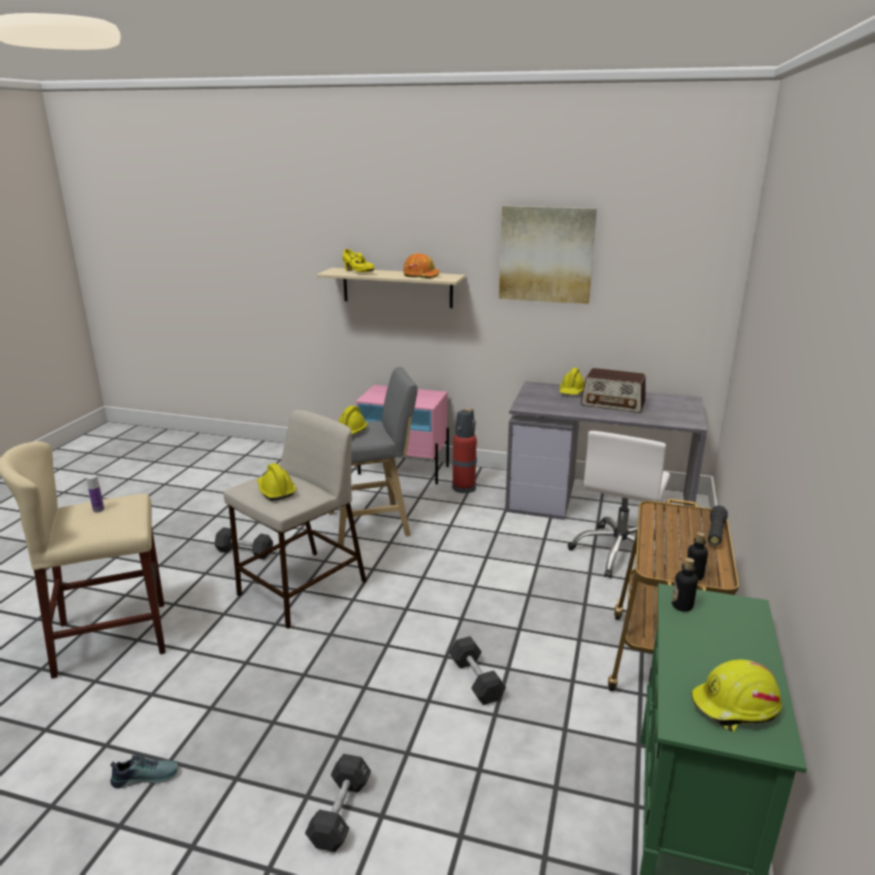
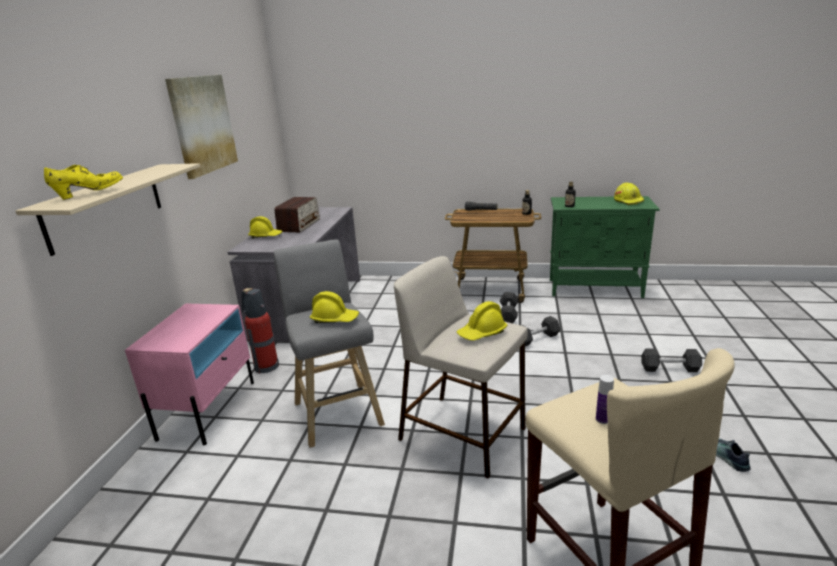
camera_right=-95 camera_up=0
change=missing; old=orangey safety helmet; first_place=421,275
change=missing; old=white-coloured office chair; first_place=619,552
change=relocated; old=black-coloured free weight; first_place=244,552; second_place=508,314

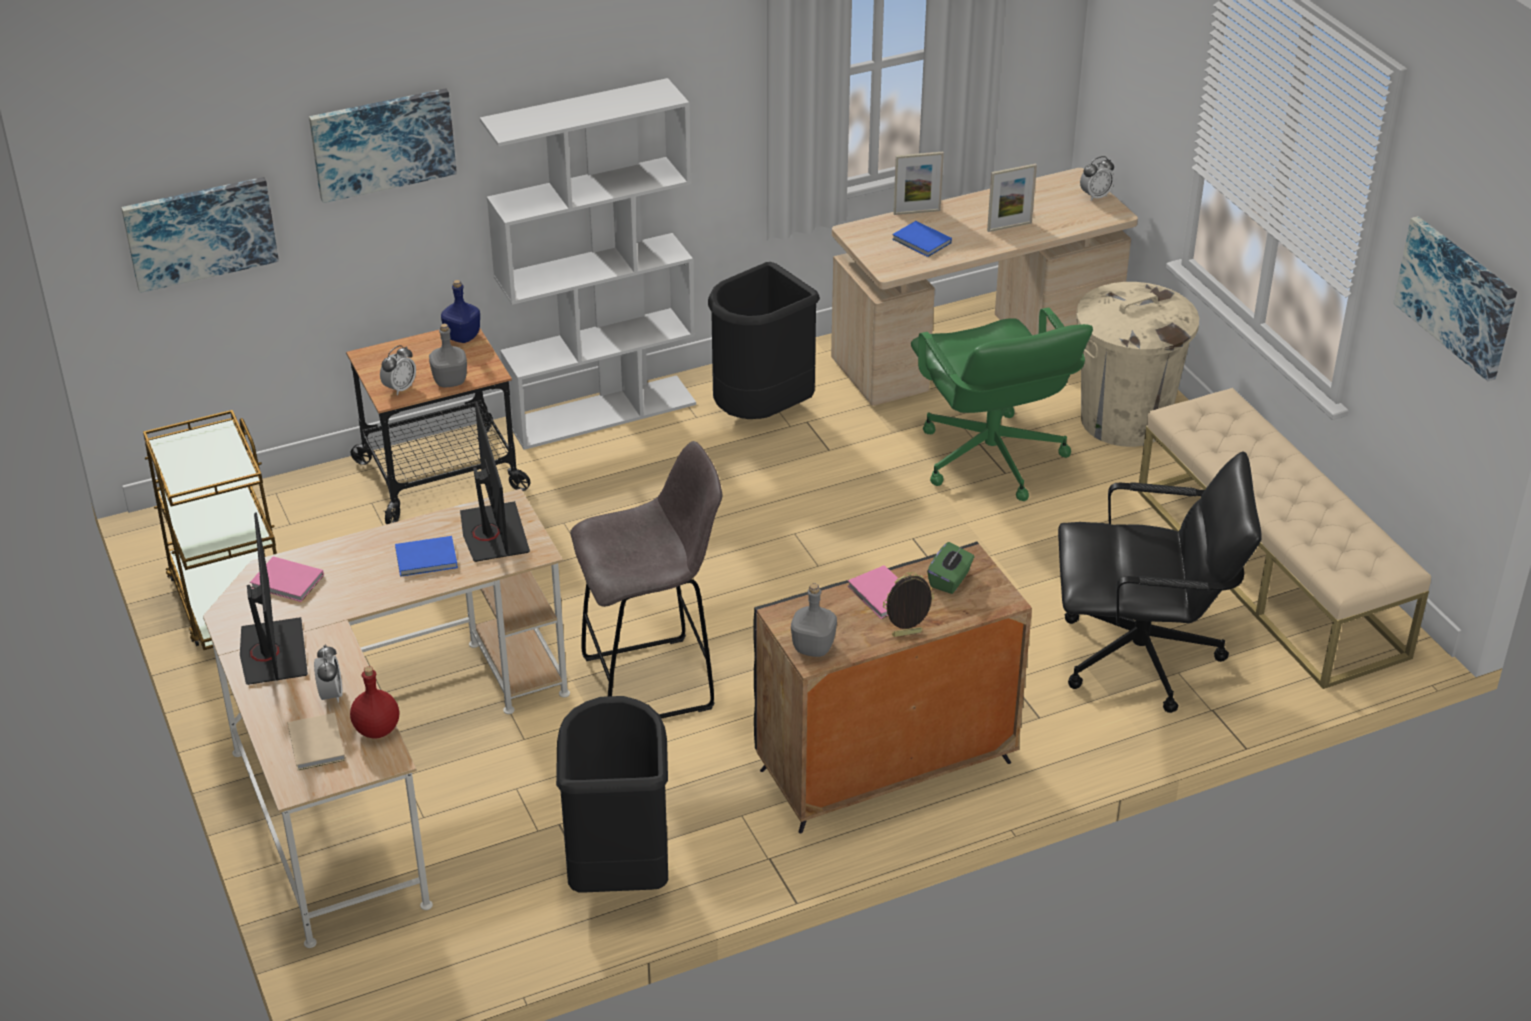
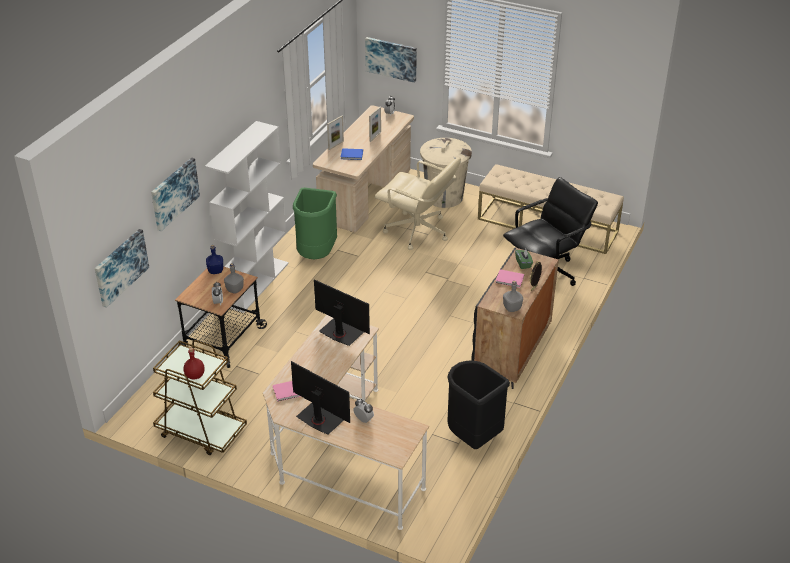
camera_right=-40 camera_up=0
change=missing; old=beige book; first_place=315,745
change=missing; old=bluish book; first_place=428,559
change=missing; old=grey stool; first_place=653,682
change=relocated; old=reddish beverage bottle; first_place=377,730; second_place=195,376
change=relocated; old=wall art; first_place=1457,296; second_place=391,59
change=colour; old=black-coloured rubbish bin; new=green-coloured rubbish bin; first_place=762,412; second_place=316,254
change=colour; old=green-coloured office chair; new=beige office chair; first_place=990,459; second_place=417,232

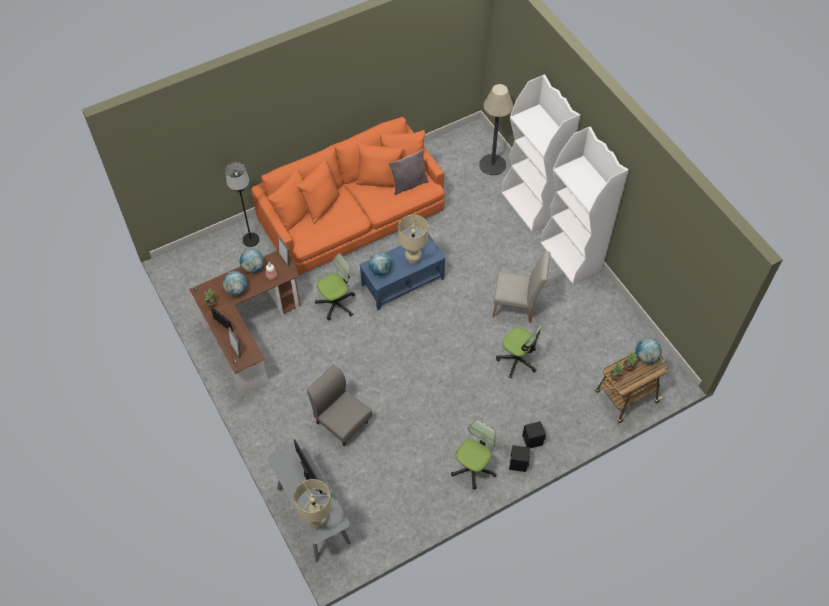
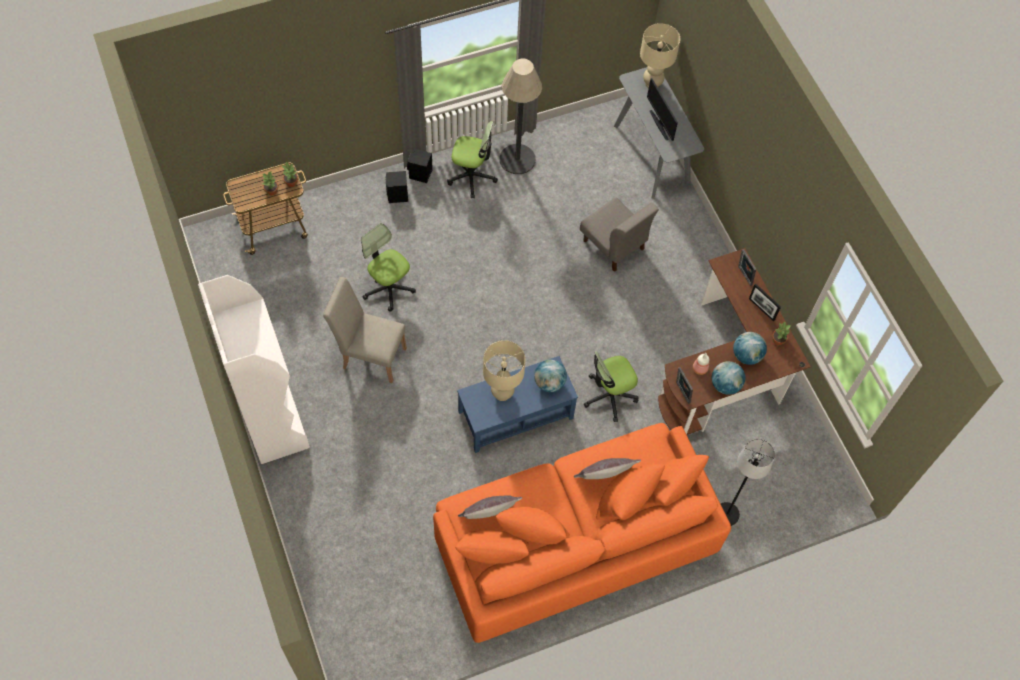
camera_right=-175 camera_up=5
change=missing; old=white-coloured bookcase; first_place=531,206
change=missing; old=desk globe; first_place=645,357
change=appeared; new=grey cushion; second_place=604,478
change=relocated; old=standing lamp; first_place=492,165; second_place=517,159
change=spun; old=office chair; first_place=473,468; second_place=472,176; degrees=-120

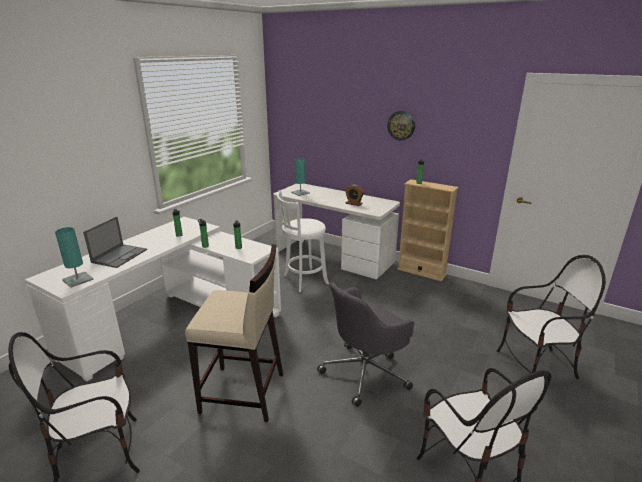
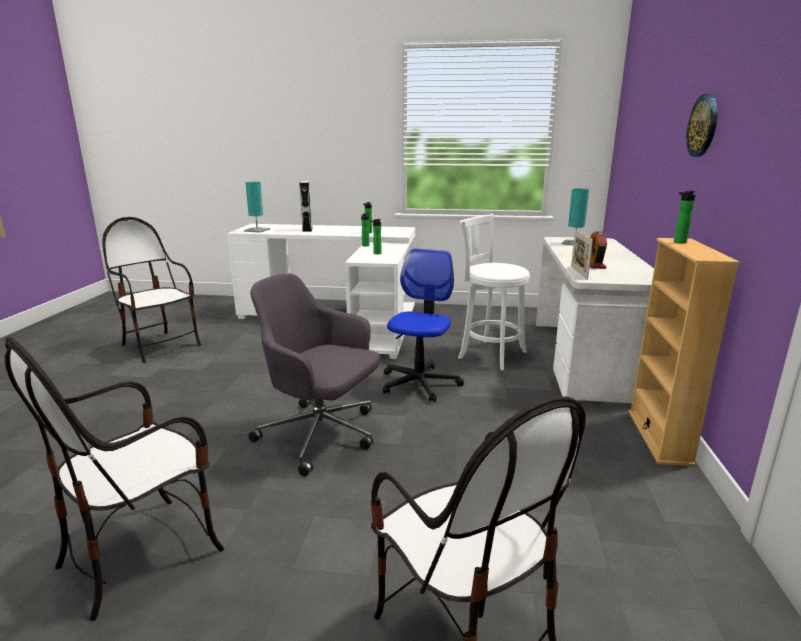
camera_right=65 camera_up=-5
change=missing; old=beige stool; first_place=243,393
change=appeared; new=office chair; second_place=419,383
change=appeared; new=standing frame; second_place=579,273
change=exchanged; old=laptop; new=grey audio speaker; first_place=120,255; second_place=307,229

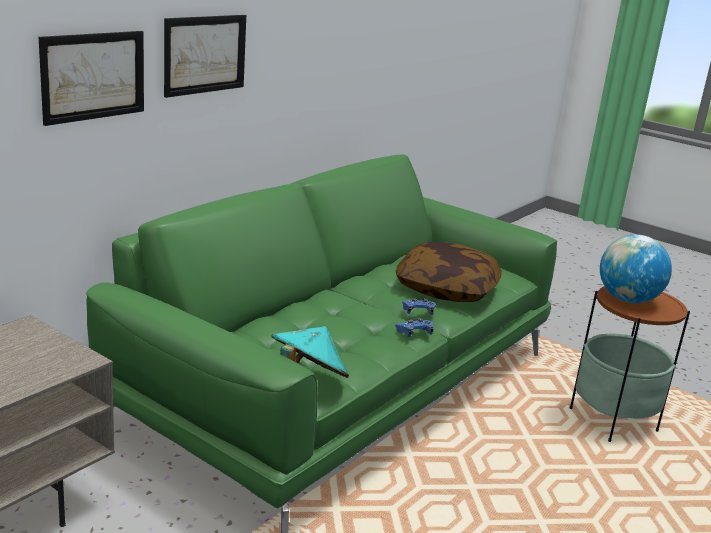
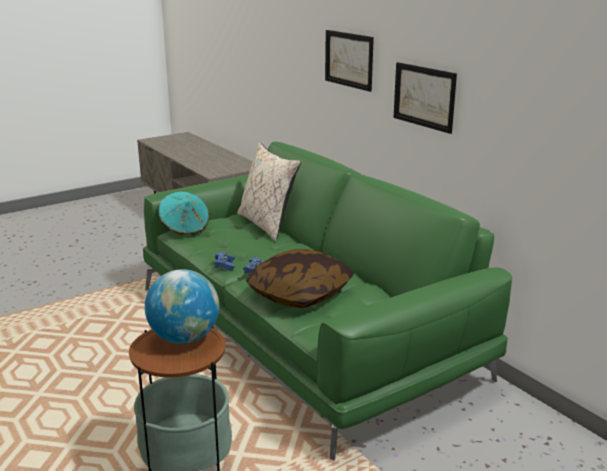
camera_right=110 camera_up=0
change=appeared; new=beige cushion; second_place=267,225
change=relocated; old=wall art; first_place=93,76; second_place=424,96

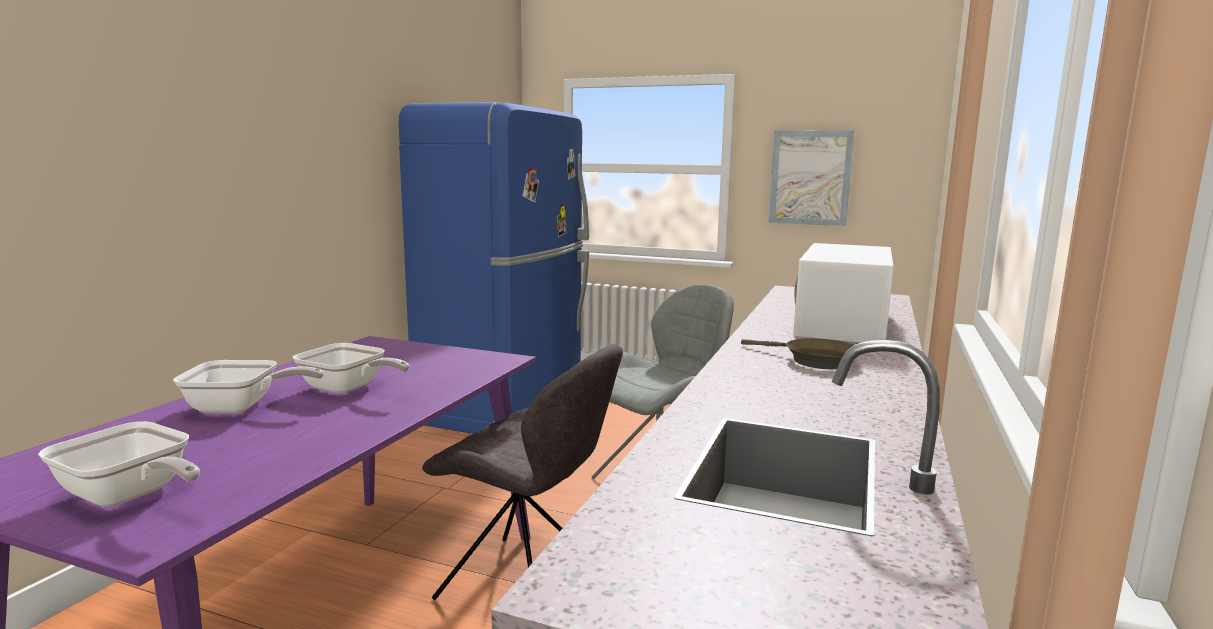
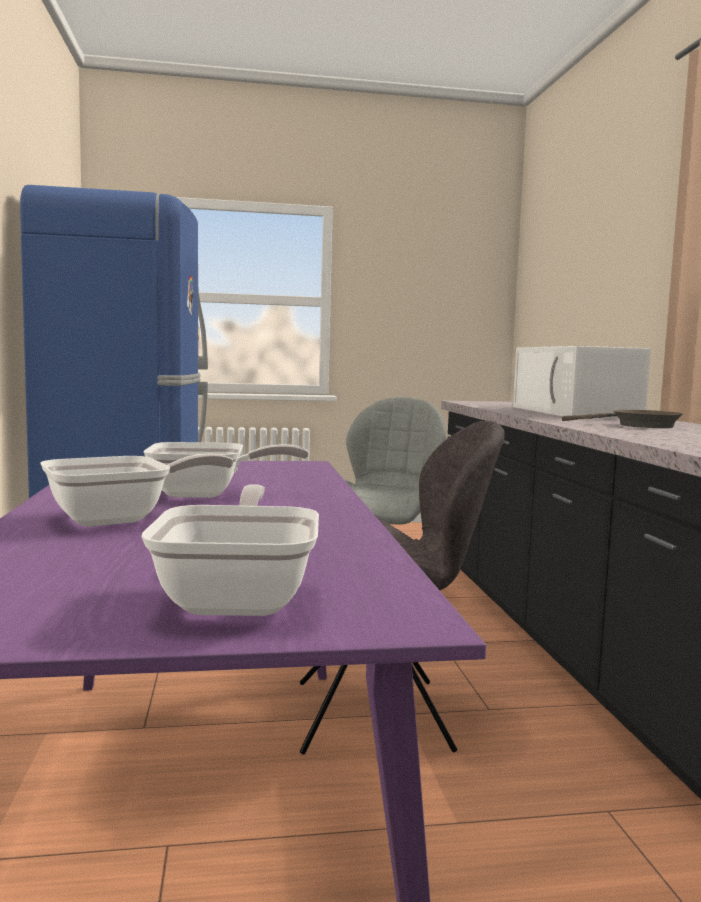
camera_right=-30 camera_up=-5
change=missing; old=wall art; first_place=810,177
change=spun; old=skillet; first_place=130,496; second_place=240,596; degrees=-90

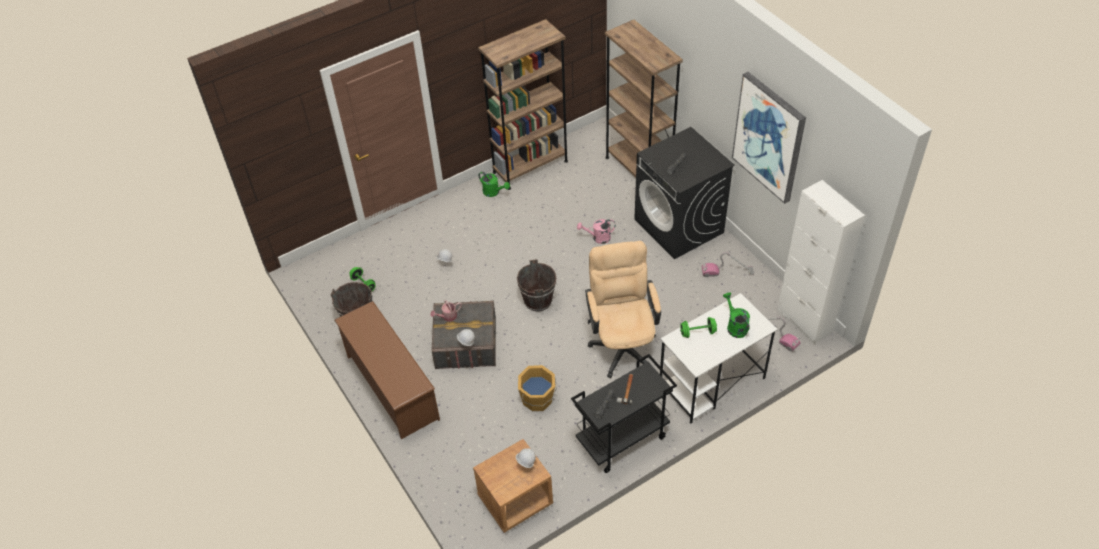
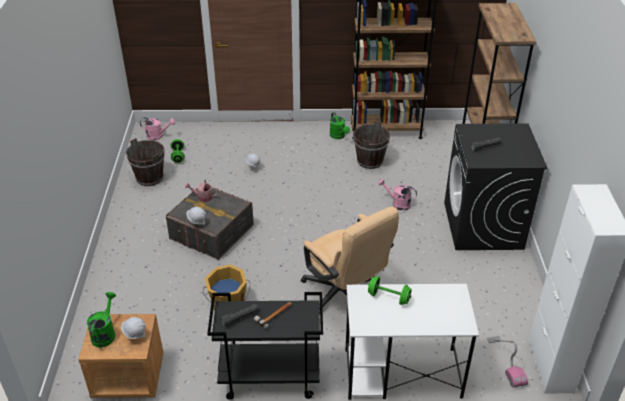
camera_right=30 camera_up=-10
change=missing; old=brownish shoe rack; first_place=391,387
change=missing; old=hoover; first_place=727,272
change=missing; old=wall art; first_place=769,137
change=appeared; new=pinkish watering pot; second_place=158,136
change=relocated; old=brownish bucket; first_place=538,301; second_place=370,161
change=relocated; old=green-coloured watering pot; first_place=735,326; second_place=105,333
change=spun; old=beige office chair; first_place=622,343; second_place=344,296; degrees=120

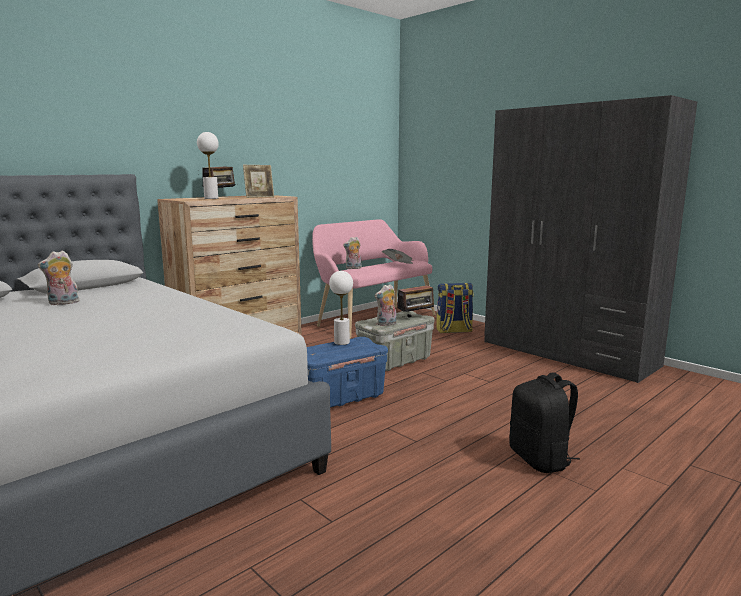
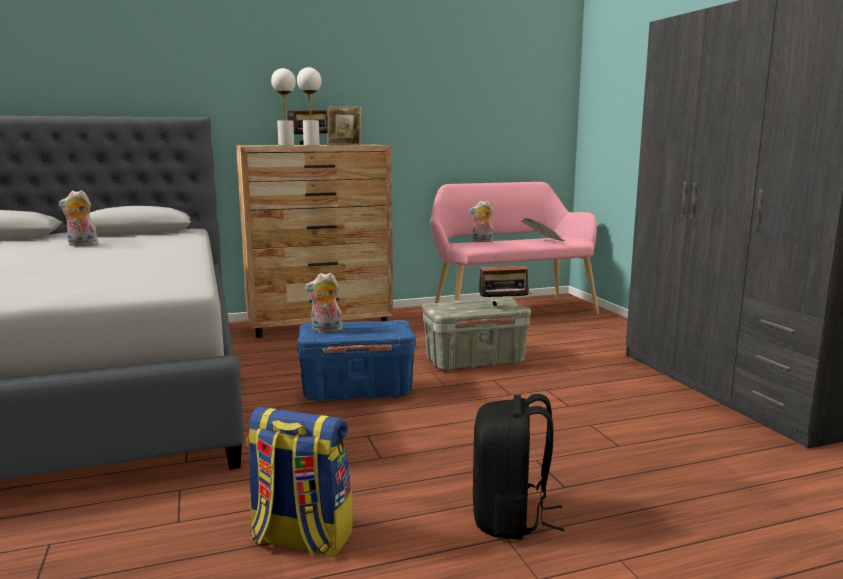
camera_right=25 camera_up=0
change=relocated; old=white-coloured table lamp; first_place=342,342; second_place=311,145
change=relocated; old=cuddly toy; first_place=386,324; second_place=325,330
change=relocated; old=rucksack; first_place=453,331; second_place=300,539

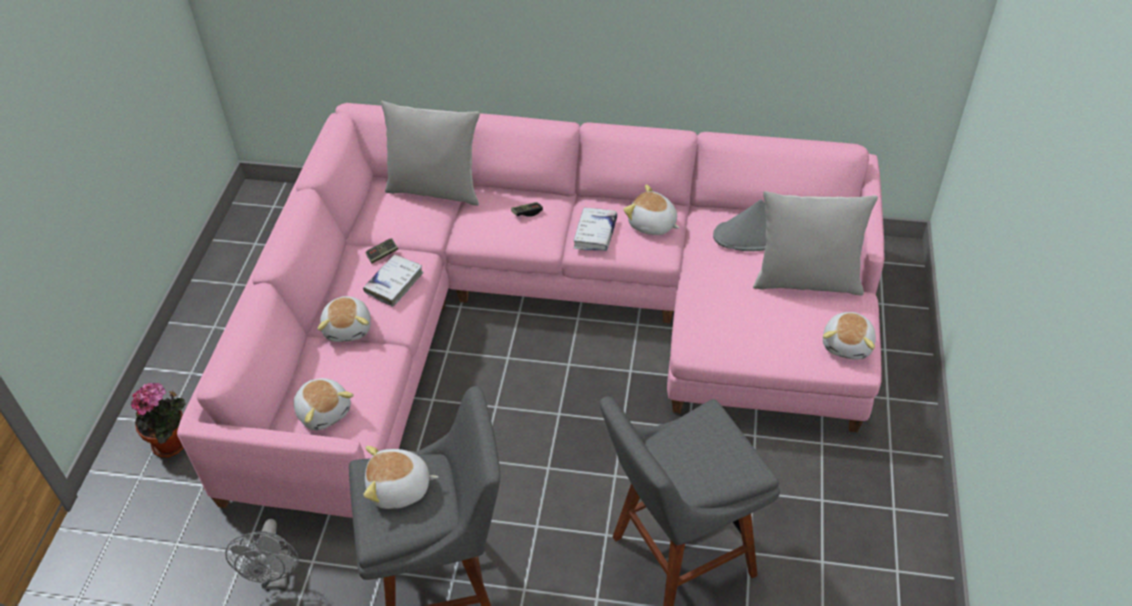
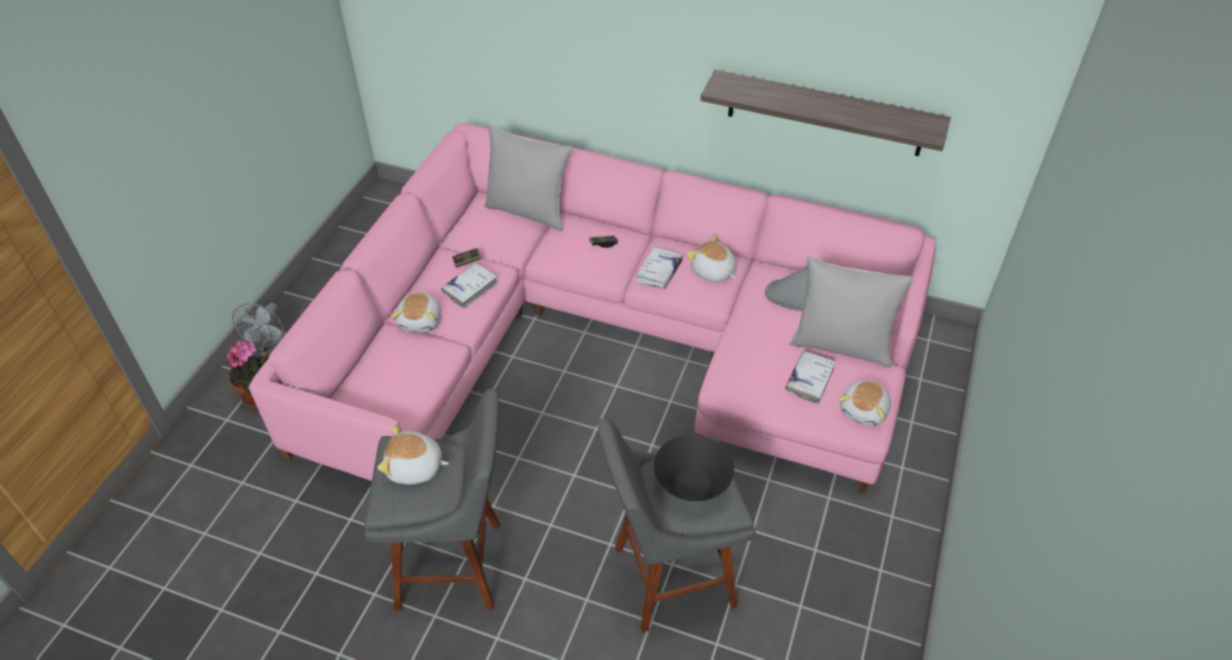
camera_right=10 camera_up=0
change=missing; old=cuddly toy; first_place=324,411
change=appeared; new=black-coloured bowl; second_place=691,485
change=appeared; new=wall shelf; second_place=825,114
change=appeared; new=white-coloured book; second_place=809,380
change=relocated; old=grey electric fan; first_place=276,577; second_place=272,349

